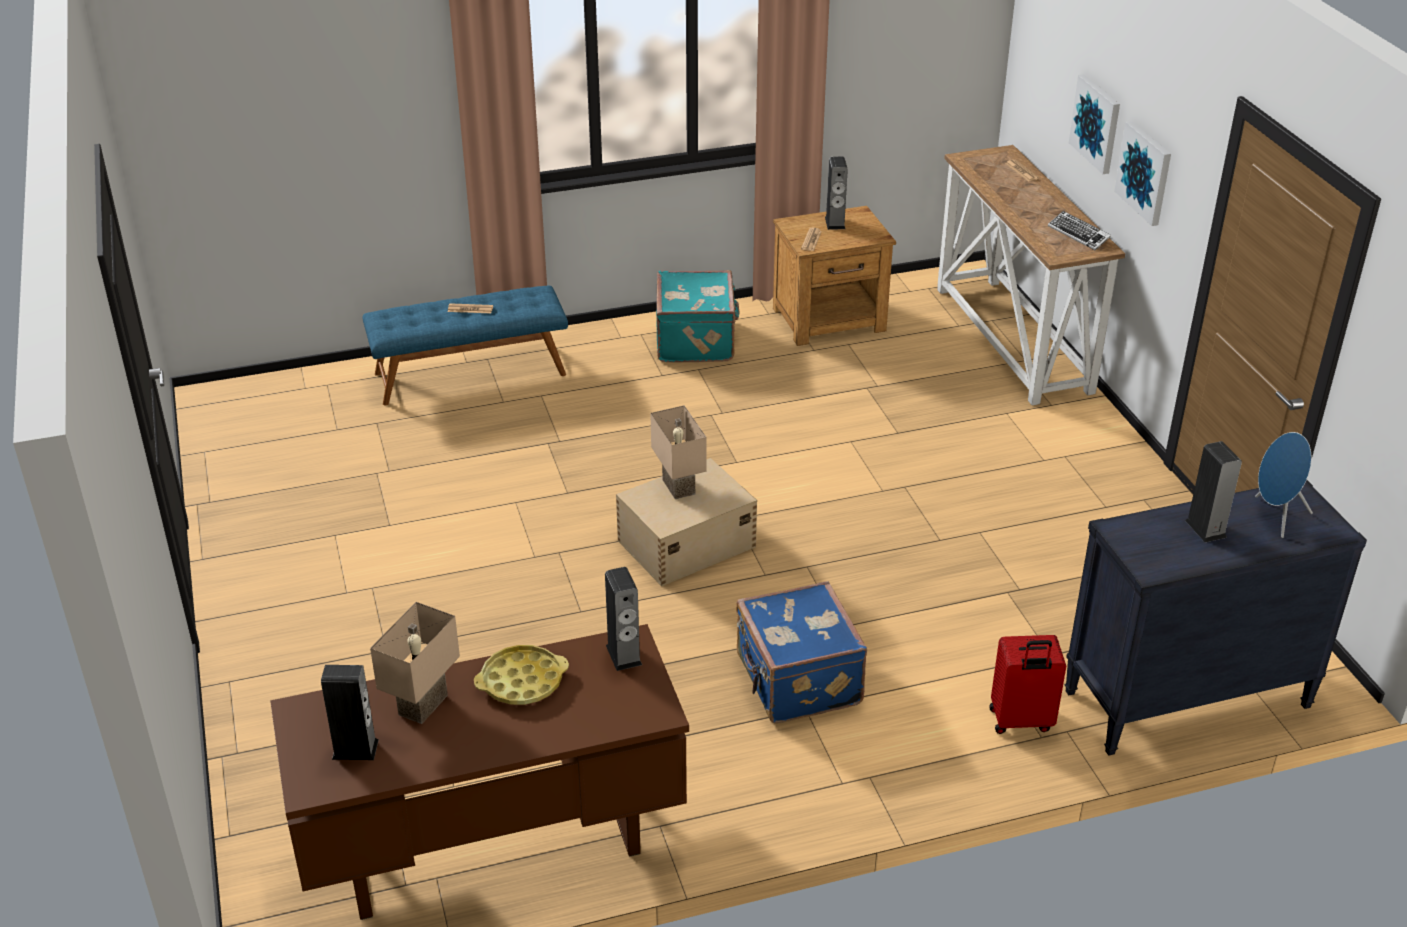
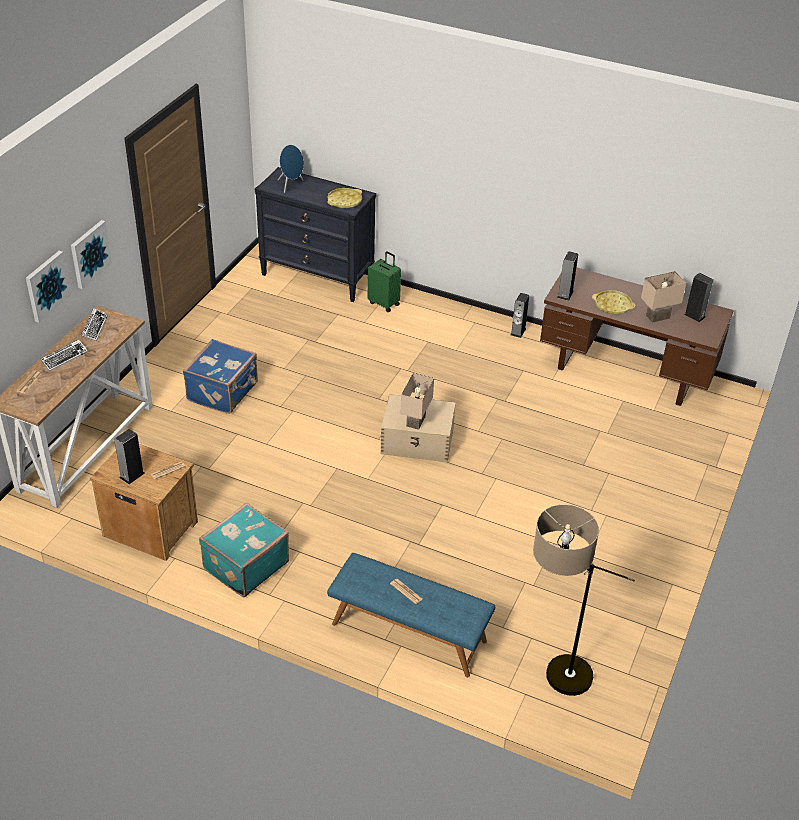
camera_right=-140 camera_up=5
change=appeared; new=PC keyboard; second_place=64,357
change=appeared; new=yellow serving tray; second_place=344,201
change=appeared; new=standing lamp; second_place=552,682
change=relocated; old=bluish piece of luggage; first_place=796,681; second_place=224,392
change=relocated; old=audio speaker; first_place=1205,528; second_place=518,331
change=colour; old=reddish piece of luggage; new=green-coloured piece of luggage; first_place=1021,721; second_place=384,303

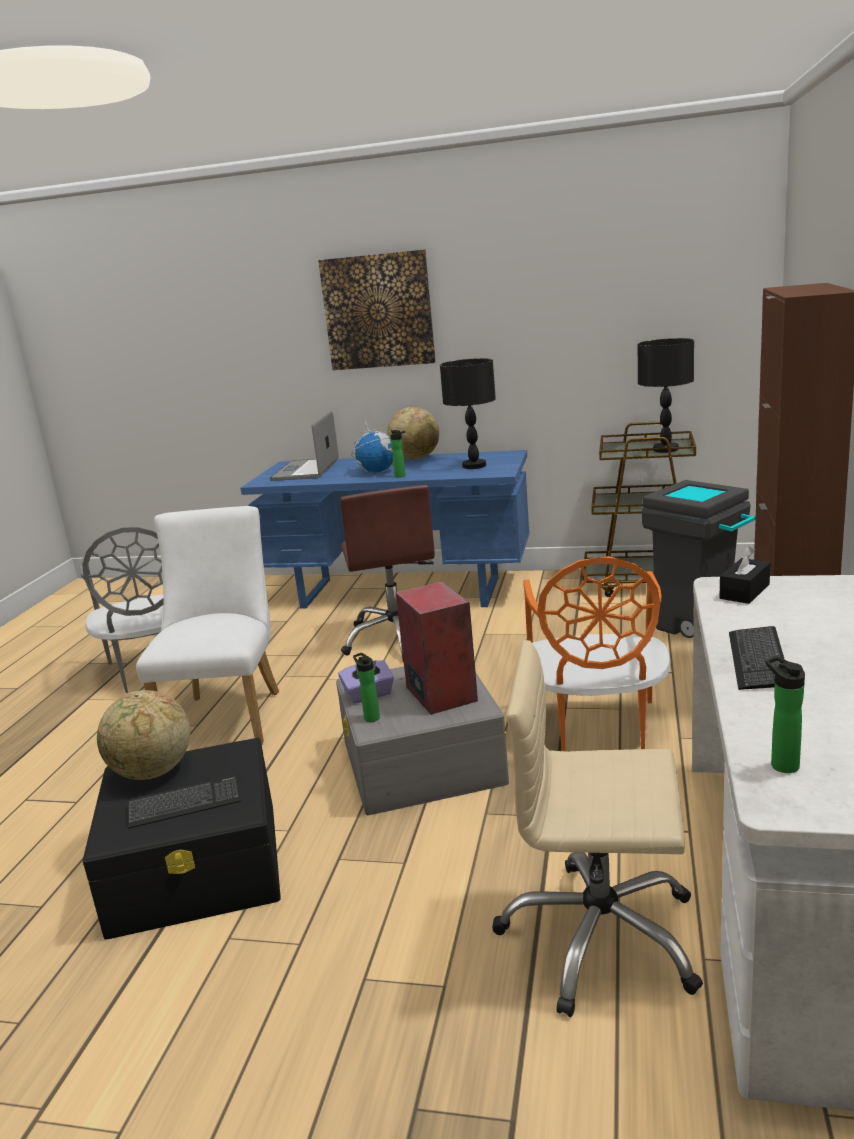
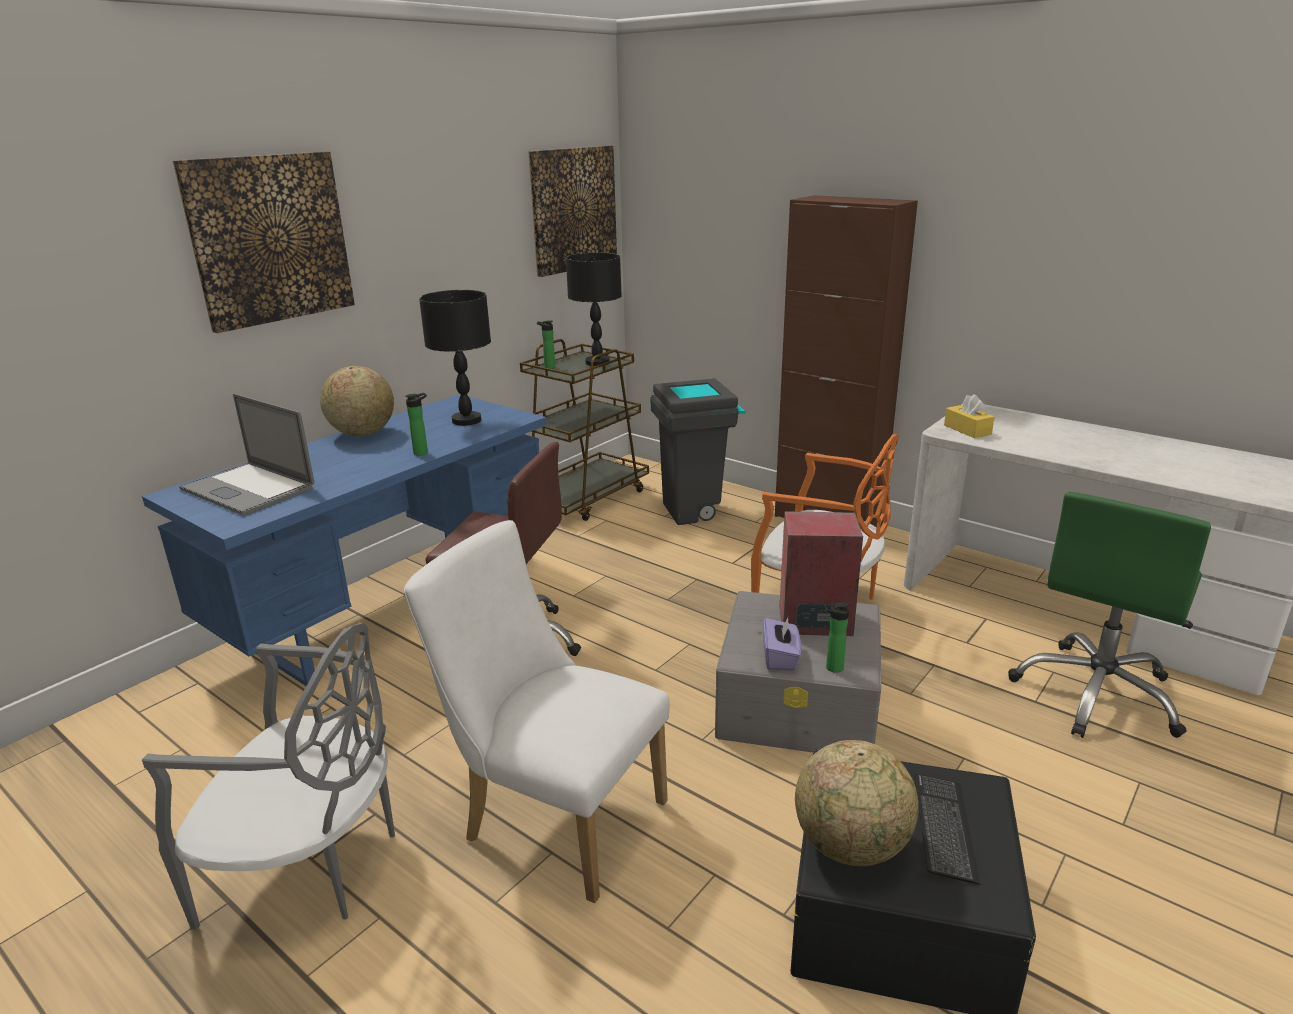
camera_right=-65 camera_up=5
change=missing; old=desk globe; first_place=377,471
change=missing; old=PC keyboard; first_place=757,660
change=appeared; new=wall art; second_place=573,209
change=relocated; old=beverage bottle; first_place=781,764; second_place=548,367
change=colour; old=beige office chair; new=green-coloured office chair; first_place=600,937; second_place=1097,694
change=colour; old=black-coloured tissue holder; new=yellow tissue holder; first_place=744,591; second_place=967,430

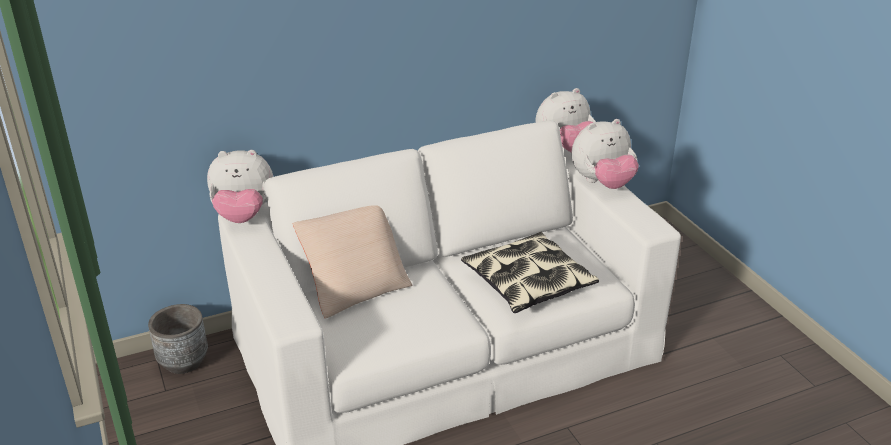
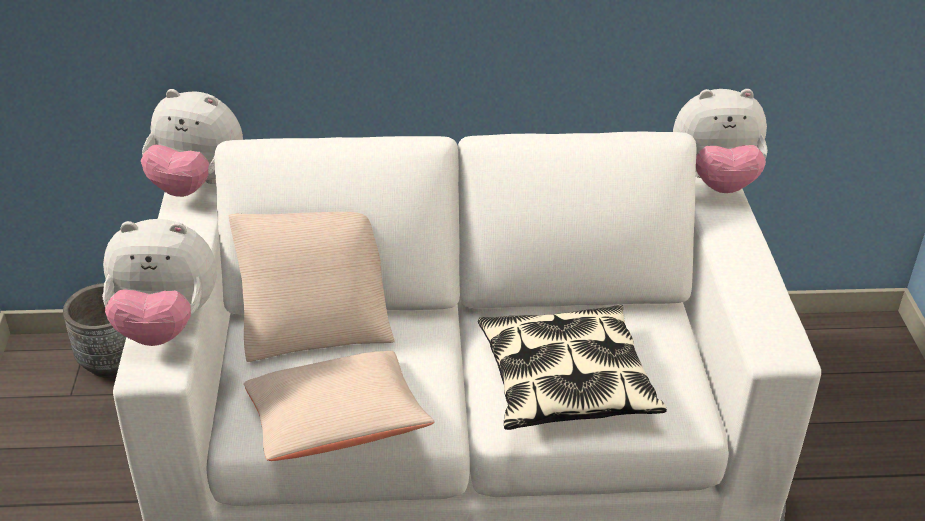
camera_right=20 camera_up=5
change=appeared; new=beige cushion; second_place=337,425
change=relocated; old=cuddly toy; first_place=602,183; second_place=165,325

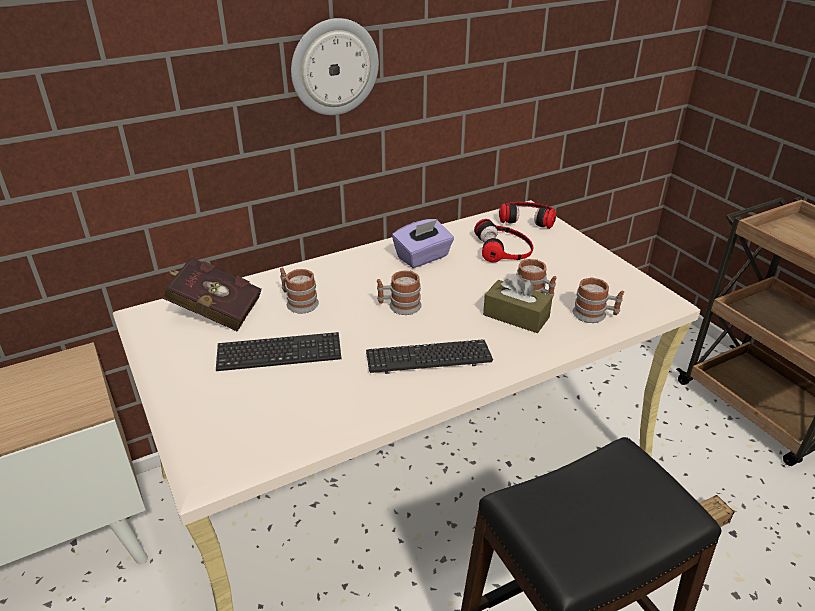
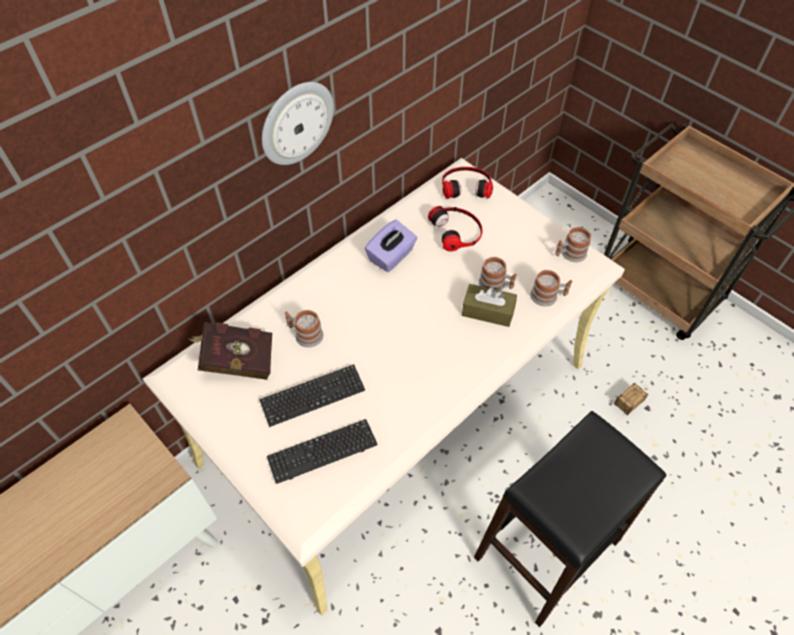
camera_right=-15 camera_up=20
change=relocated; old=PC keyboard; first_place=428,358; second_place=322,451
change=relocated; old=mug; first_place=399,306; second_place=569,254

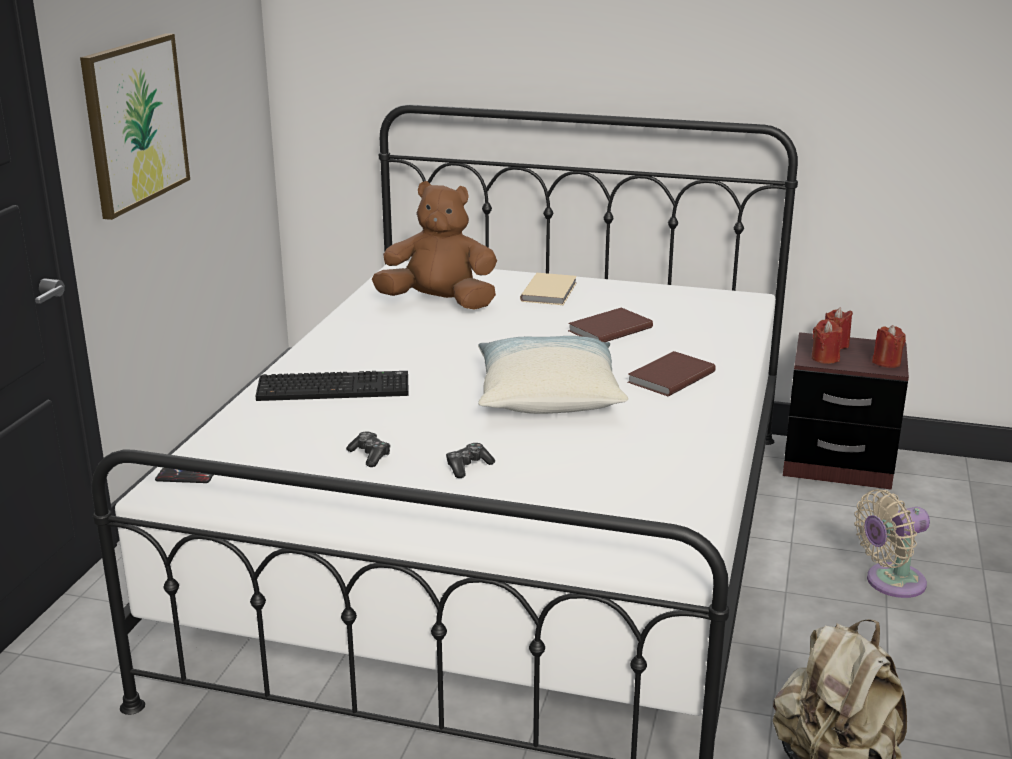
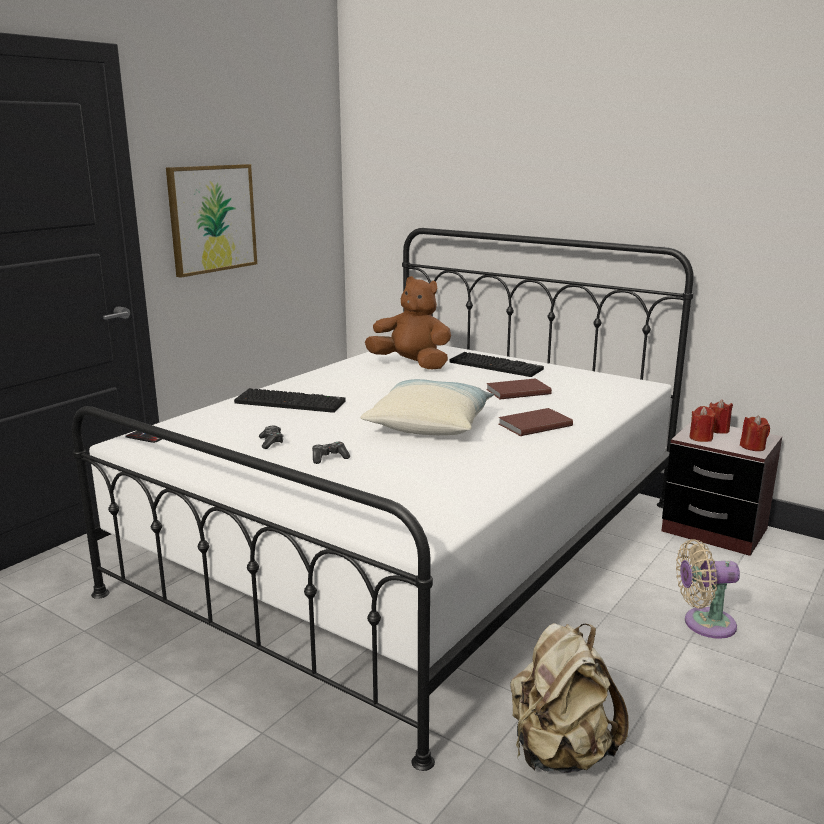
camera_right=20 camera_up=-5
change=exchanged; old=beige book; new=PC keyboard; first_place=550,292; second_place=497,366

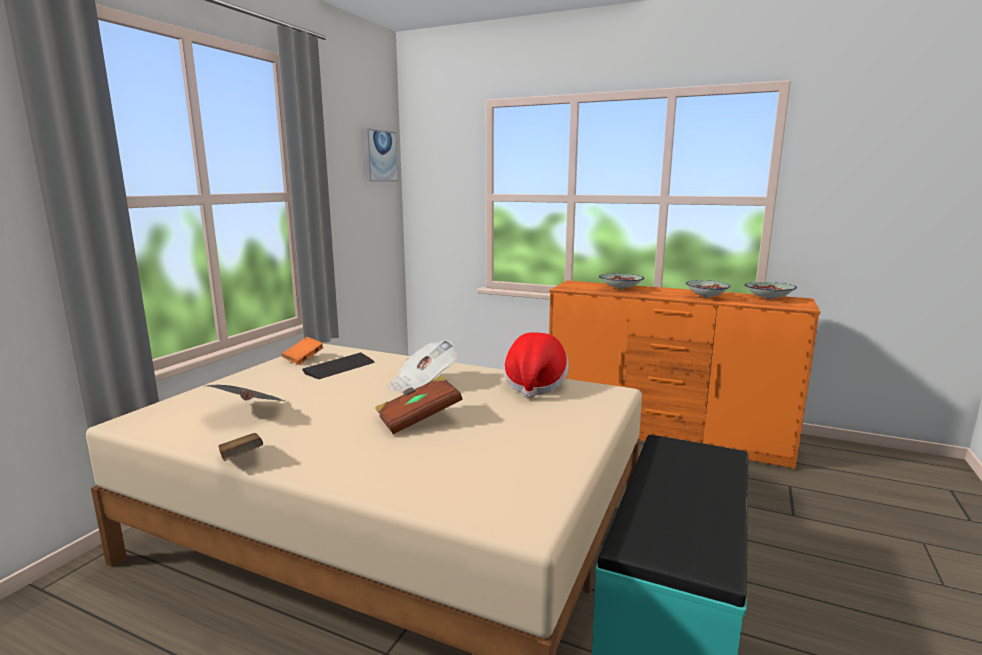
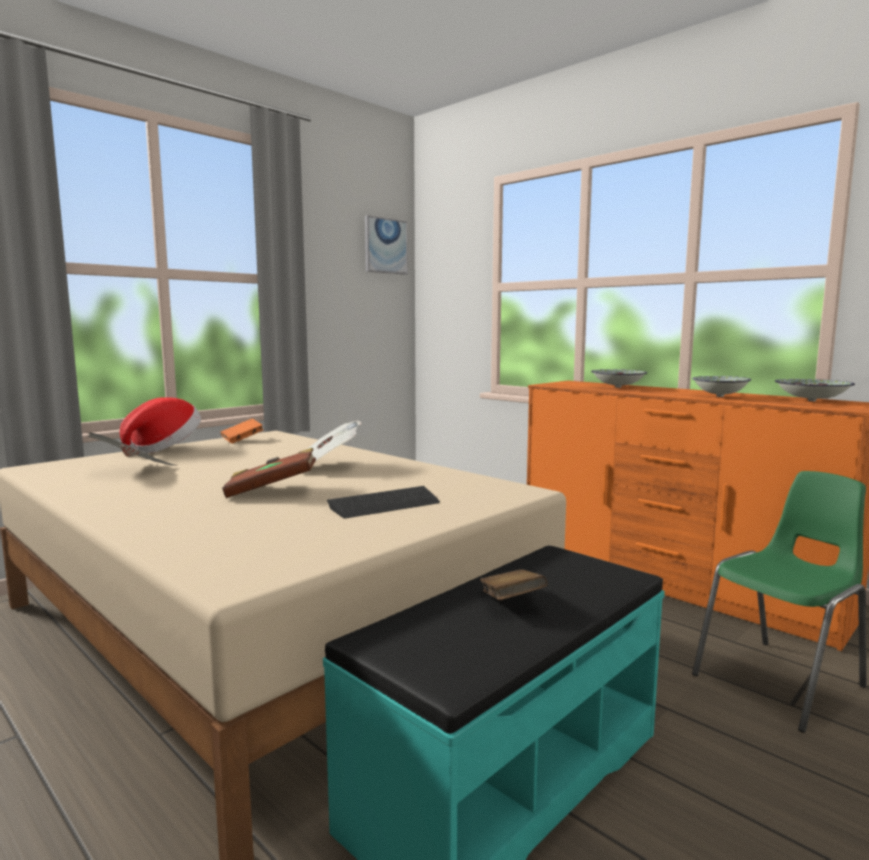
camera_right=20 camera_up=-5
change=appeared; new=green-coloured chair; second_place=781,681
change=relocated; old=brownish book; first_place=242,459; second_place=511,602
change=relocated; old=PC keyboard; first_place=339,367; second_place=384,505
change=relocated; old=wearable hat; first_place=534,385; second_place=164,449

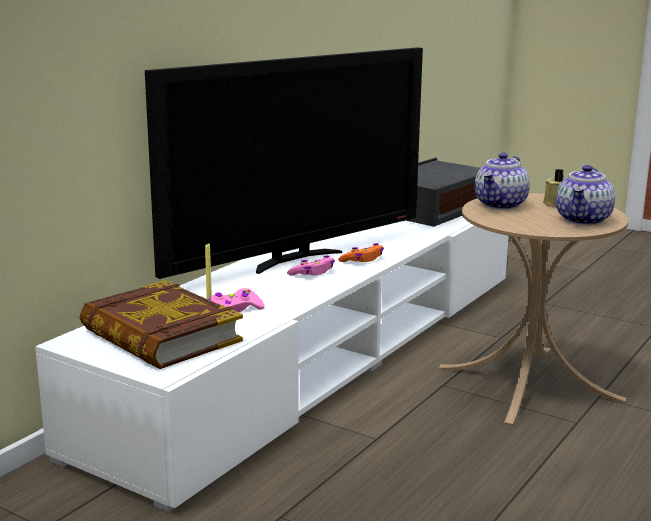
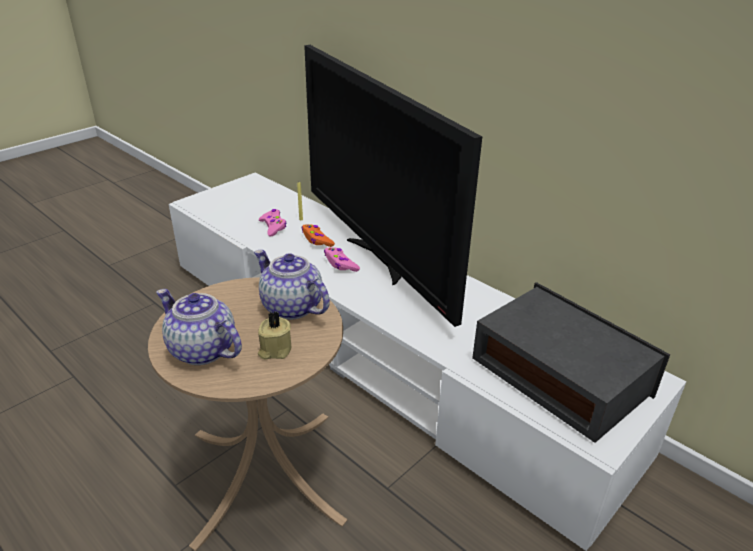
camera_right=100 camera_up=15
change=missing; old=book; first_place=160,336
change=relocated; old=orangey joypad; first_place=362,260; second_place=317,240

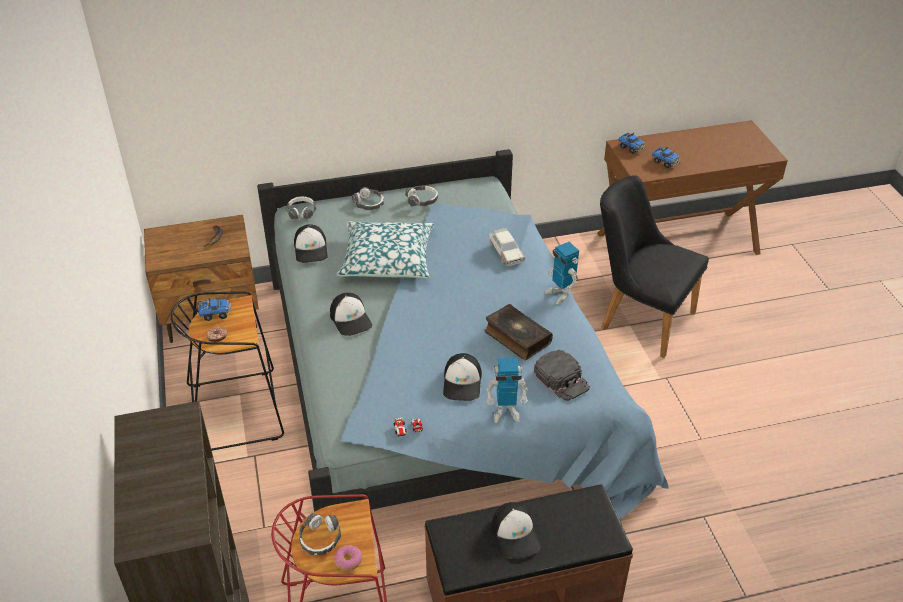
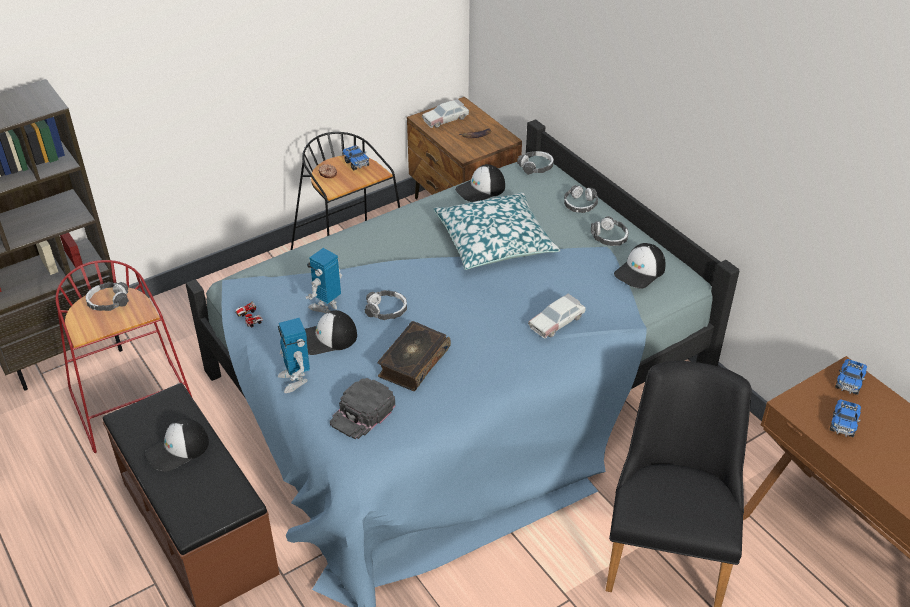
camera_right=70 camera_up=0
change=missing; old=doughnut; first_place=348,561
change=appeared; new=headset; second_place=386,310
change=appeared; new=model car; second_place=445,119
change=relocated; old=peaked cap; first_place=351,319; second_place=640,272
change=relocated; old=robot figure; first_place=560,294; second_place=326,306

